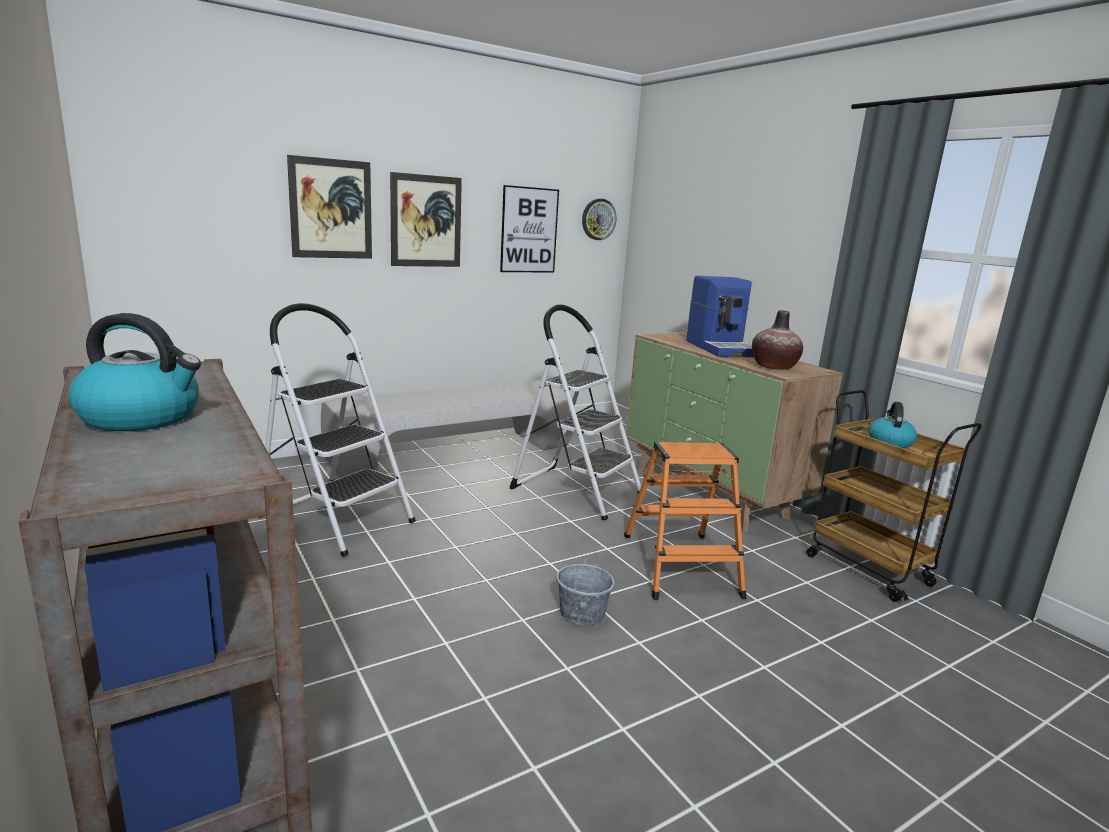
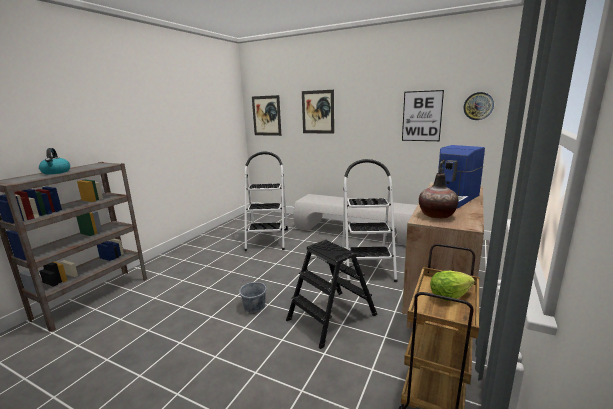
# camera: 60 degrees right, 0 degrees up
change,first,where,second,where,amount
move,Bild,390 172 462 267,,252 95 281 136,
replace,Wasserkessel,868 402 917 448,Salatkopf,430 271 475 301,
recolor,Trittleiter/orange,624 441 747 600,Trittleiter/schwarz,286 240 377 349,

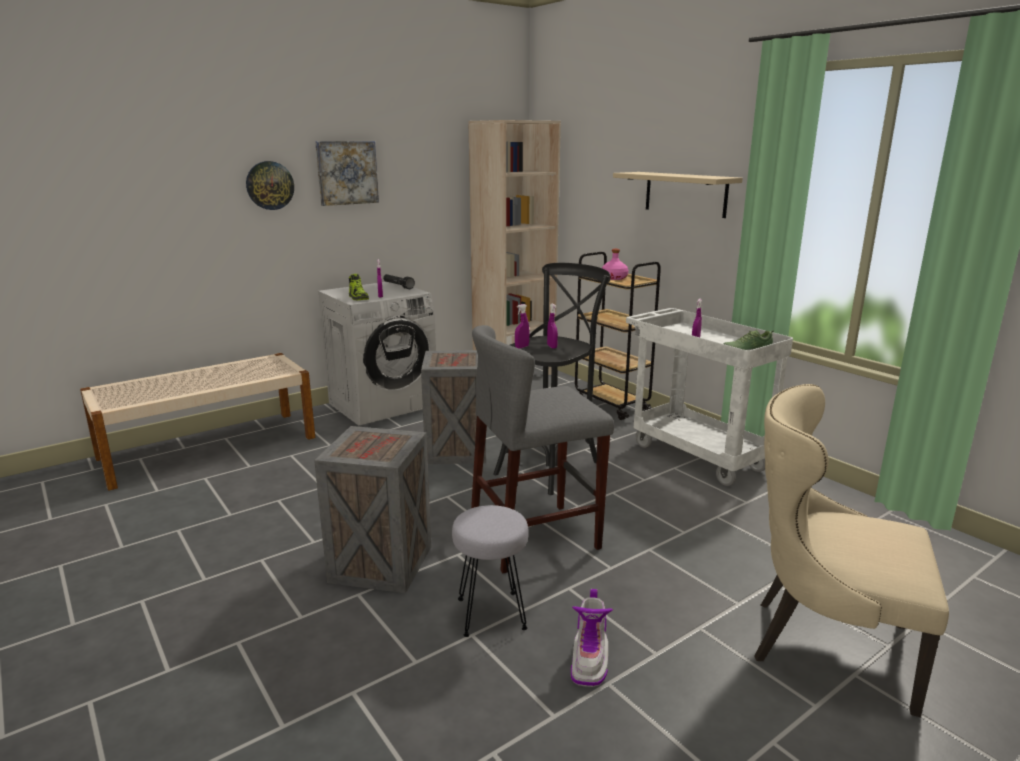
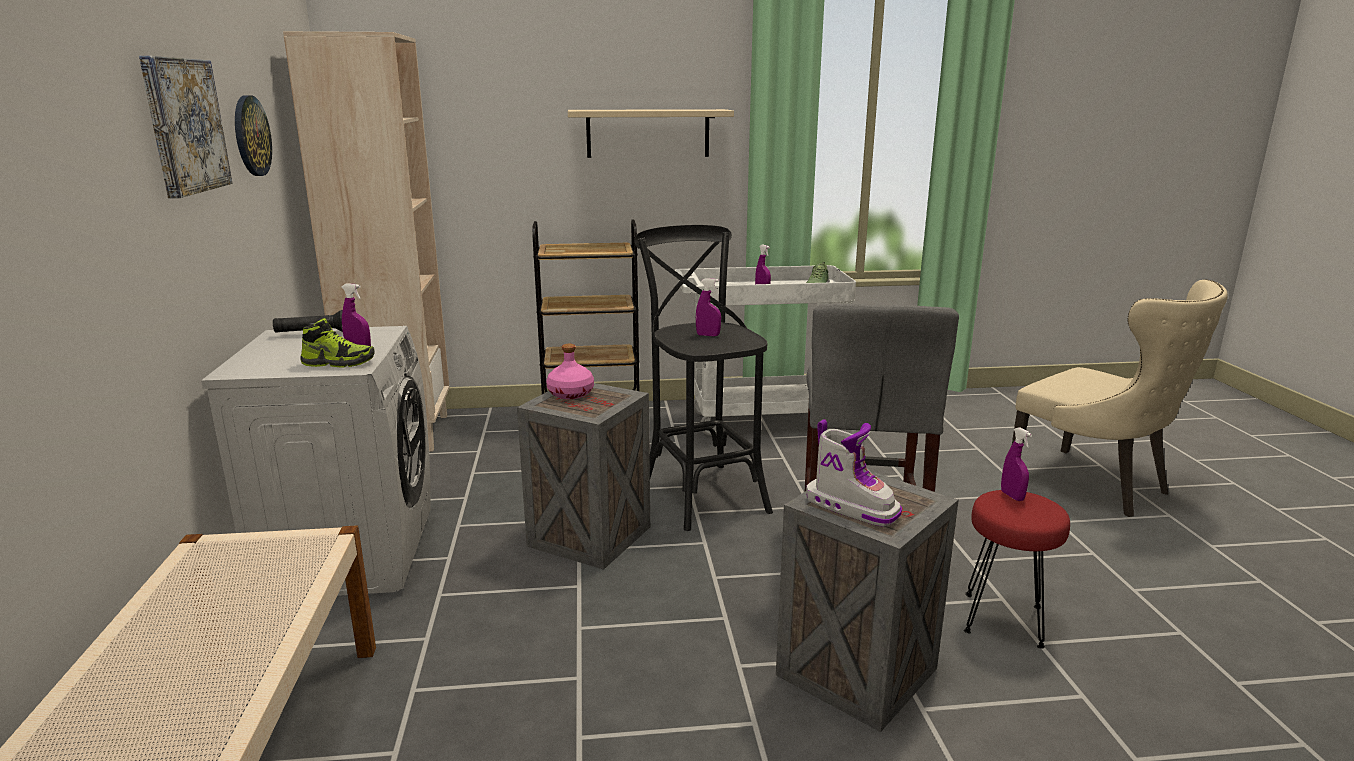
# camera: 60 degrees left, 0 degrees up
change,first,where,second,where,amount
move,Wanduhr,246 161 294 210,,235 95 272 176,
move,Flasche/rosa,602 249 629 280,,546 344 594 399,
move,Sprühflasche/lila,515 304 529 349,,1001 427 1032 501,
rotate,Stuhl/beige,754 384 949 717,,1012 279 1228 517,90 degrees counterclockwise
recolor,Hocker/grau,452 505 529 637,Hocker/rot,964 490 1070 648,
move,Stiefel,571 589 613 687,,806 419 902 527,

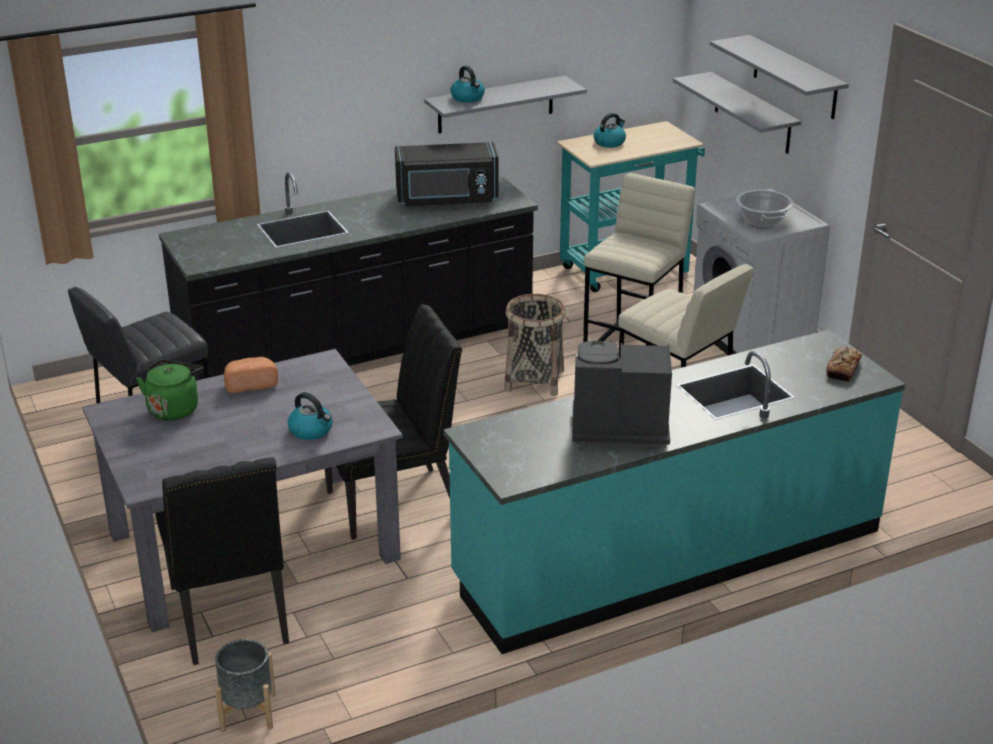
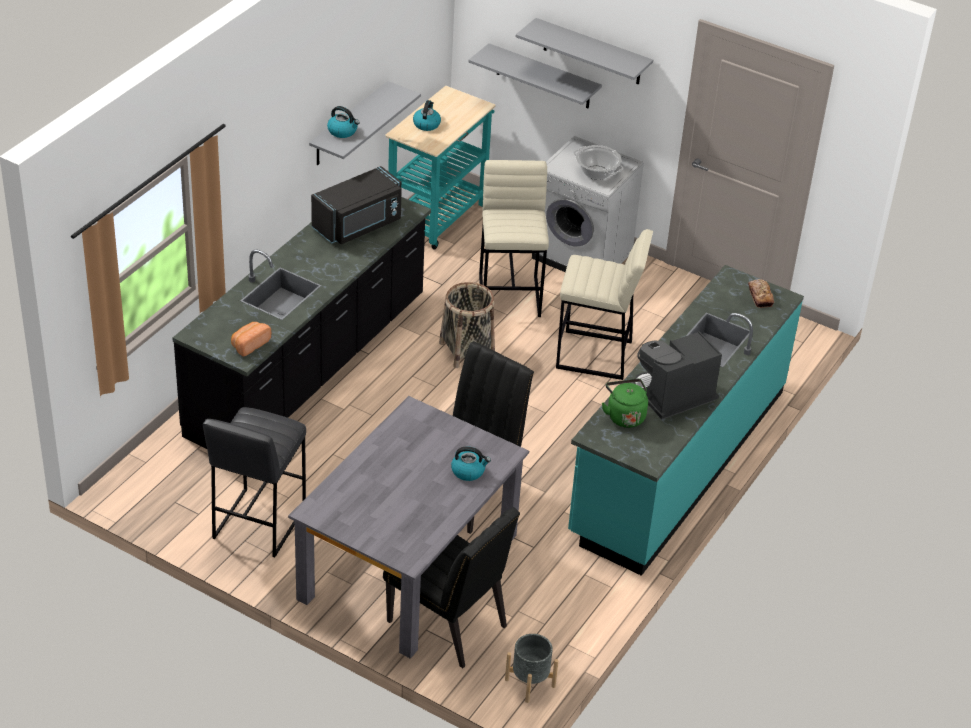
# camera: 35 degrees left, 10 degrees up
change,first,where,second,where,amount
move,Brot,224 357 278 393,,231 322 271 356,
move,Wasserkessel/grün,136 359 203 420,,602 379 648 428,

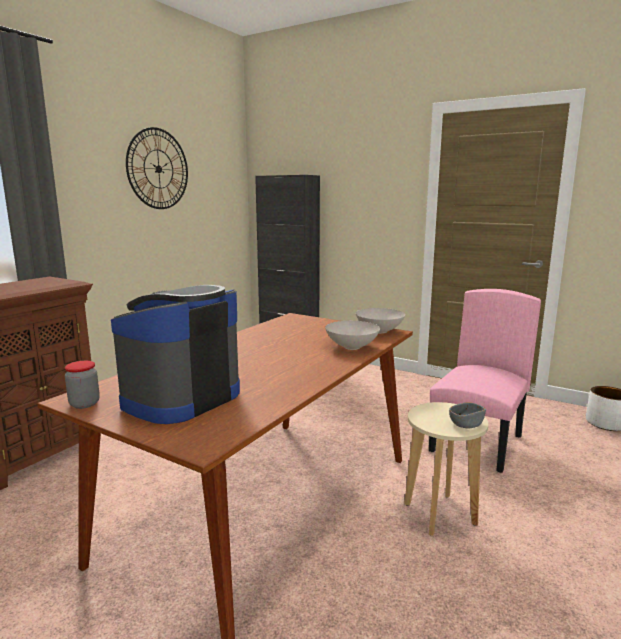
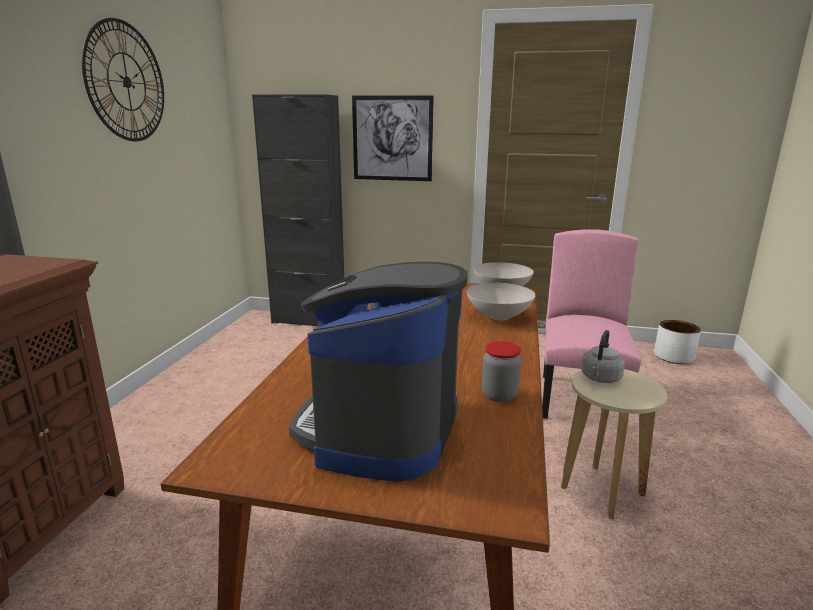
# camera: 20 degrees left, 5 degrees up
change,first,where,second,where,amount
move,Vorratsglas,65 361 100 409,,482 341 521 403,
delete,Schüssel/grau,449 402 486 429,,,
insert,,,Bild,352 95 434 181,
insert,,,Wasserkessel/grau,581 330 625 383,

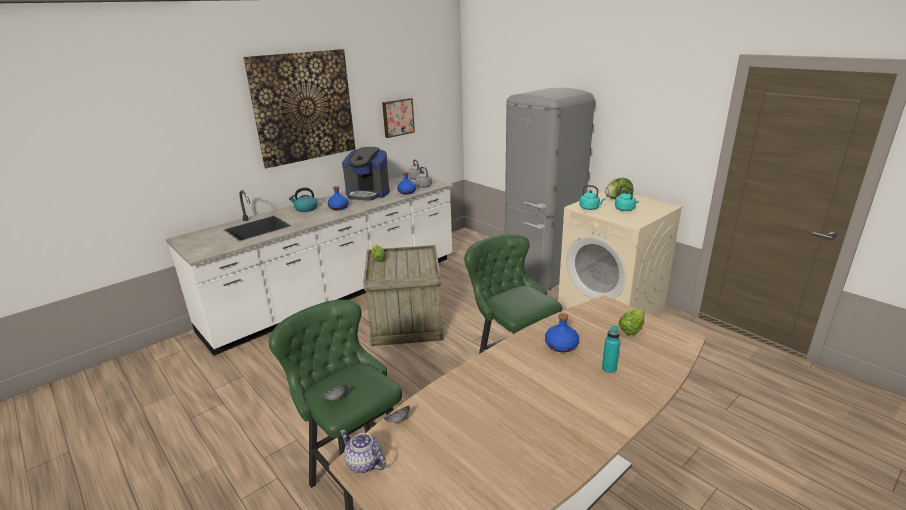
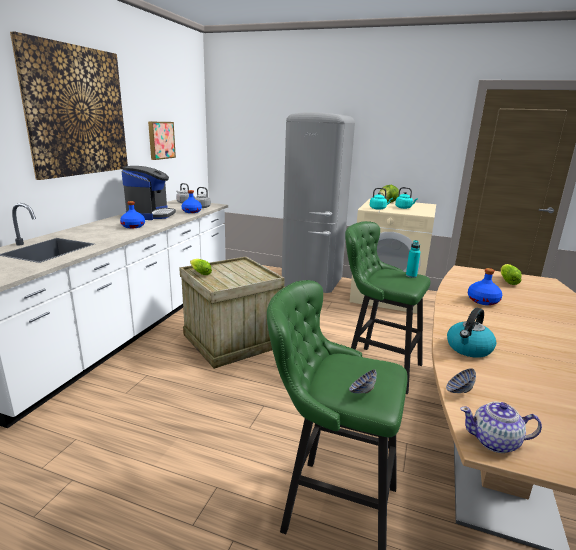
# camera: 30 degrees left, 5 degrees down
change,first,where,second,where,amount
rotate,Kaffeemaschine,342 147 390 201,,122 166 176 220,75 degrees counterclockwise
move,Wasserkessel,289 188 318 212,,447 308 496 358,
move,Flasche/türkis,602 326 620 373,,406 240 420 278,

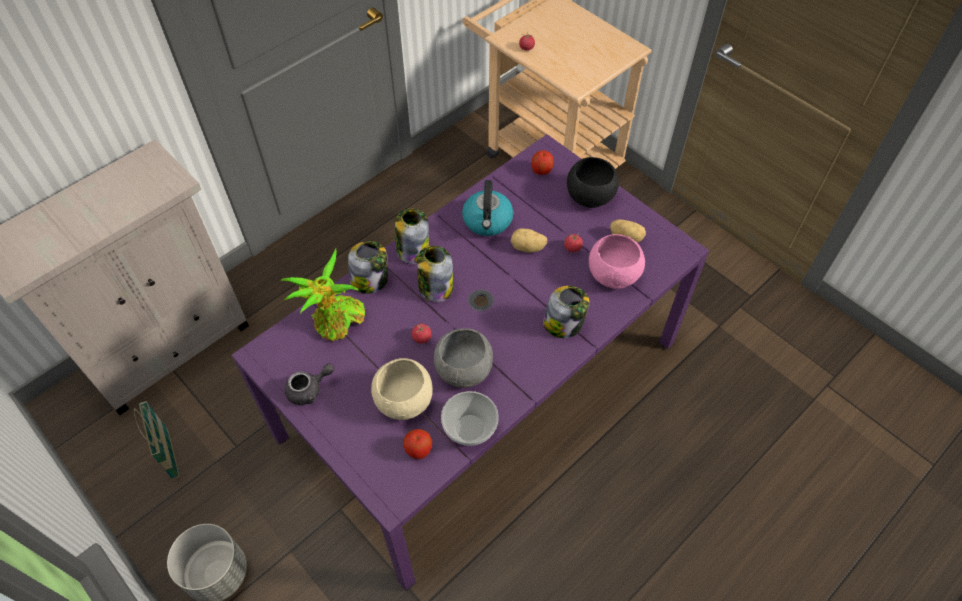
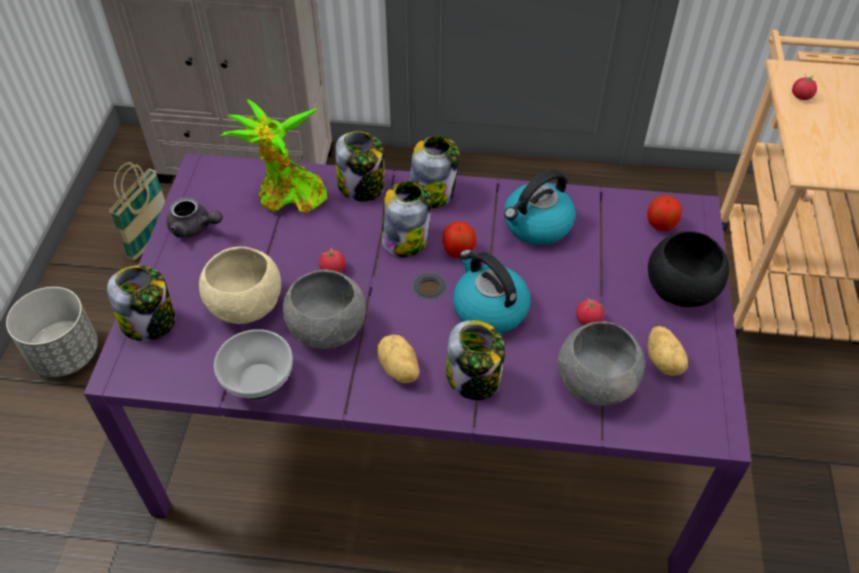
# camera: 50 degrees right, 5 degrees down
change,first,where,second,where,amount
move,Kartoffel,511 228 547 253,,377 334 420 384,
recolor,Schüssel/rosa,589 234 645 289,Schüssel/grau,558 321 645 406,
move,Apfel,404 429 432 459,,442 221 476 258,
insert,,,Wasserkessel,453 250 530 334,
insert,,,Vorratsglas,107 266 176 341,

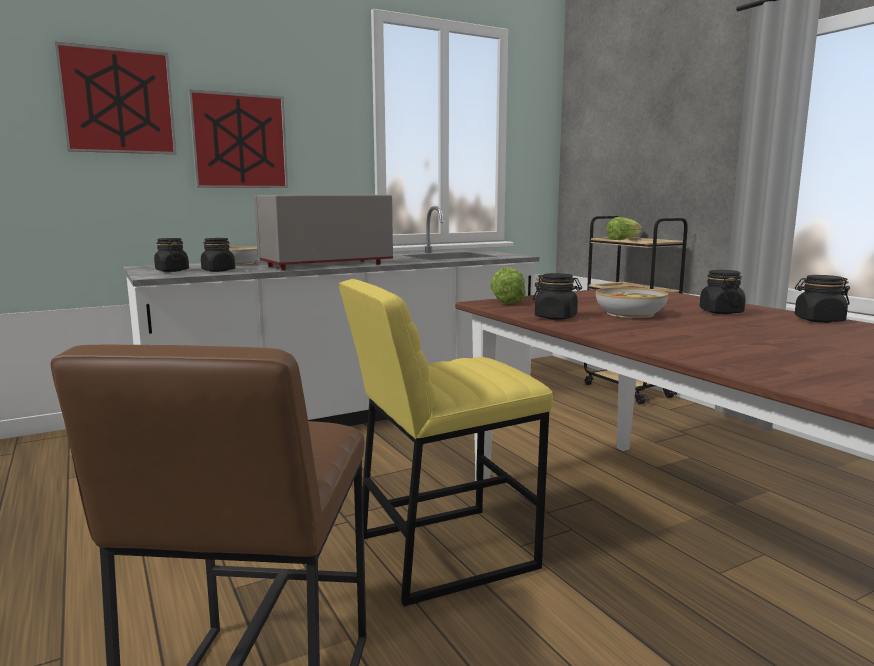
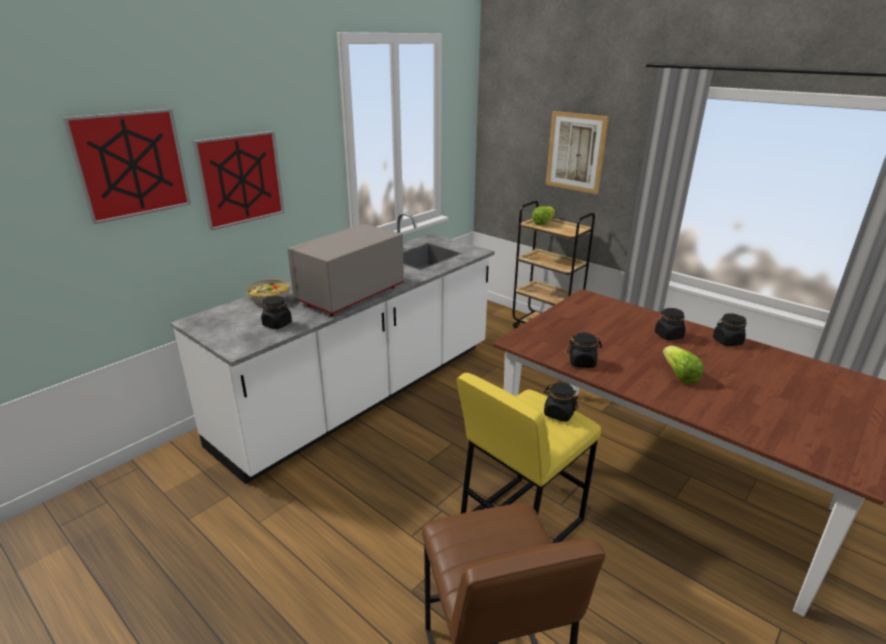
# camera: 20 degrees left, 15 degrees up
change,first,where,second,where,amount
move,Vorratsglas/schwarz,154 238 189 272,,544 382 578 422,
move,Salatkopf,490 267 526 304,,663 346 704 384,
delete,Schüssel,596 287 668 318,,,
insert,,,Bild,546 111 609 194,

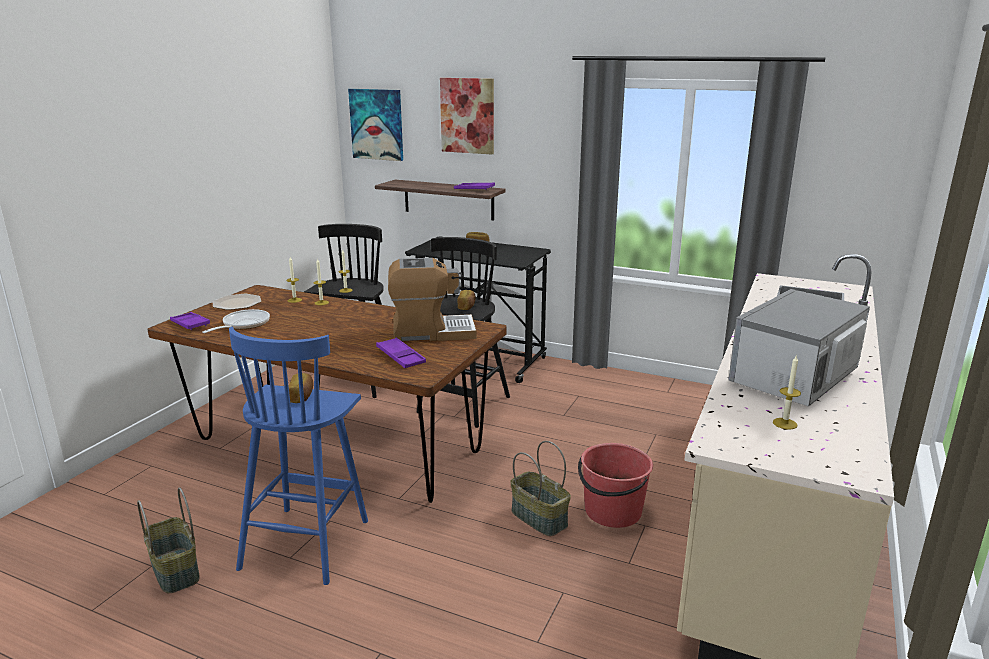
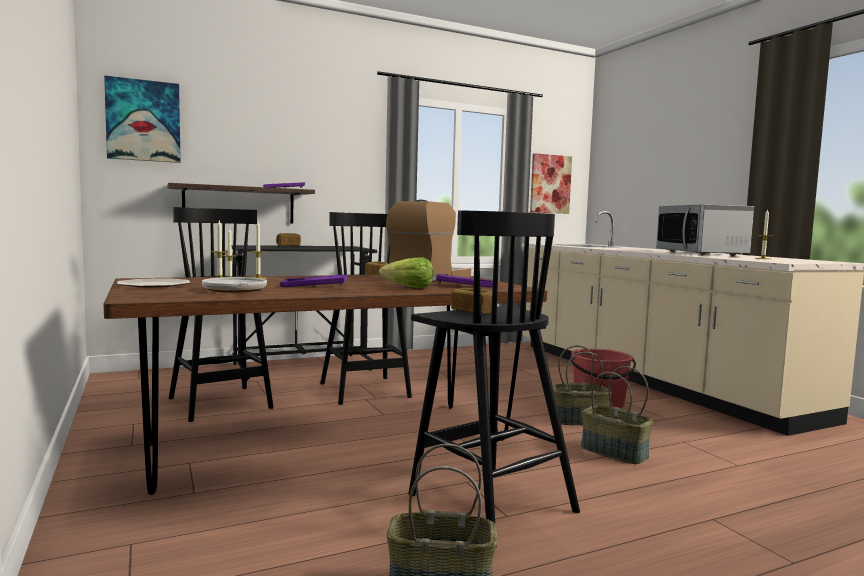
# camera: 50 degrees left, 15 degrees down
change,first,where,second,where,amount
move,Bild,440 78 494 155,,530 153 572 214,
move,Tablett/lila,170 312 210 330,,280 274 347 287,
recolor,Hocker/blau,229 326 368 585,Hocker/schwarz,408 210 580 547,
insert,,,Salatkopf,379 258 433 288,
insert,,,Korb,581 366 653 464,

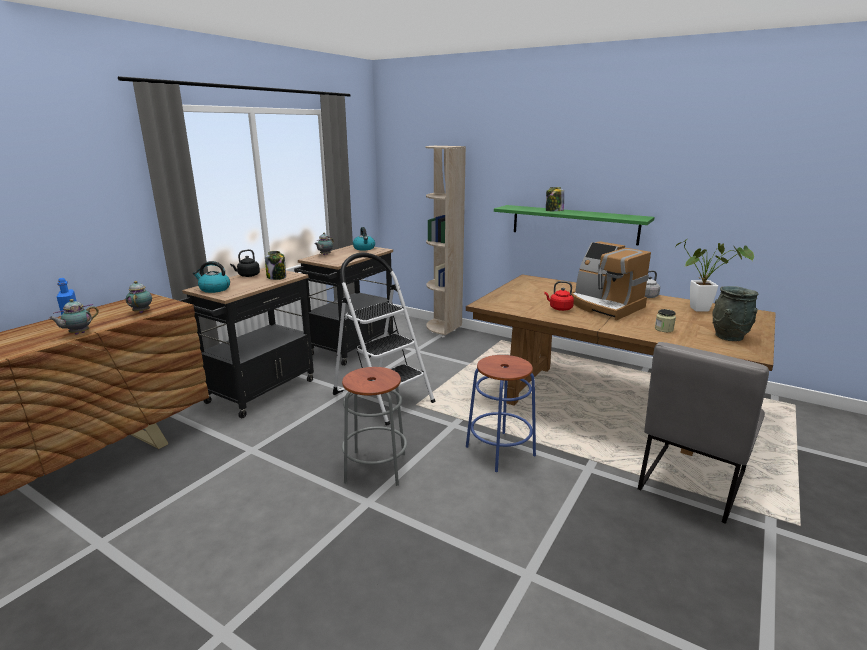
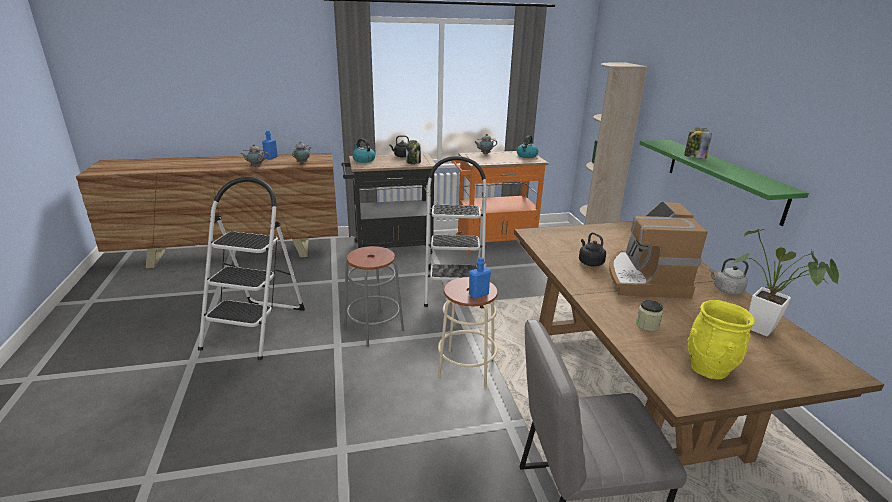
# camera: 45 degrees right, 5 degrees up
change,first,where,second,where,amount
recolor,Rollwagen/schwarz,294 245 393 366,Rollwagen/orange,451 151 548 253,
recolor,Wasserkessel/rot,544 281 574 311,Wasserkessel/schwarz,579 232 606 267,
recolor,Vase/grau,712 286 758 341,Vase/gelb,688 300 755 379,
recolor,Hocker/blau,466 355 536 472,Hocker/beige,437 277 498 388,
insert,,,Trittleiter,198 177 305 360,
insert,,,Flasche/blau,469 257 491 299,

